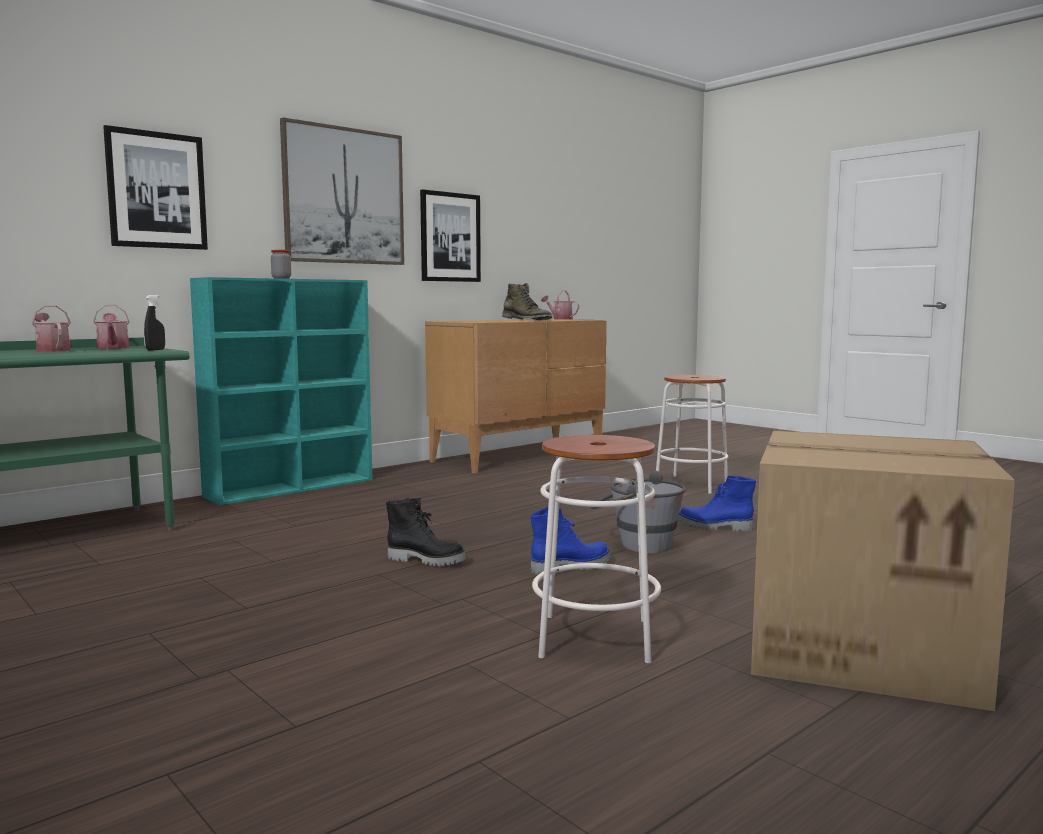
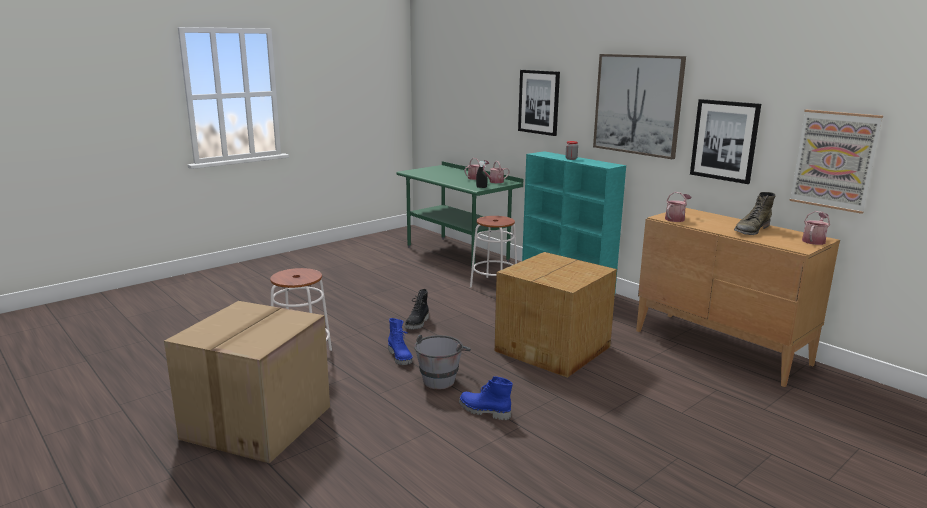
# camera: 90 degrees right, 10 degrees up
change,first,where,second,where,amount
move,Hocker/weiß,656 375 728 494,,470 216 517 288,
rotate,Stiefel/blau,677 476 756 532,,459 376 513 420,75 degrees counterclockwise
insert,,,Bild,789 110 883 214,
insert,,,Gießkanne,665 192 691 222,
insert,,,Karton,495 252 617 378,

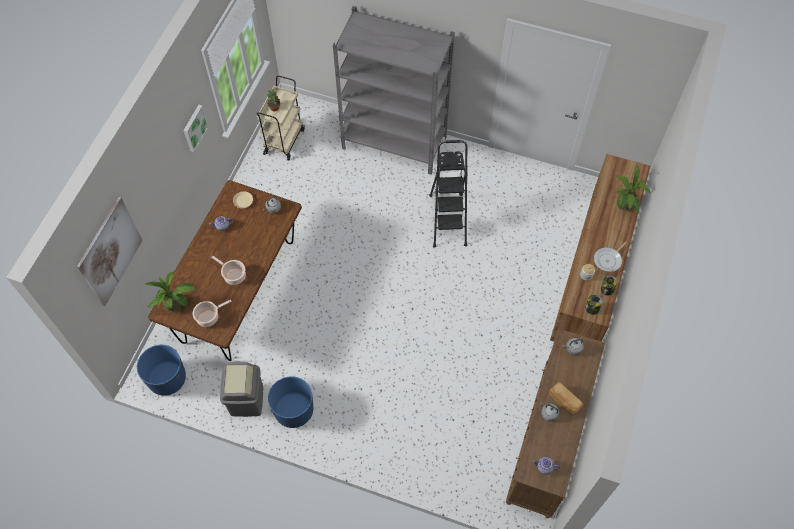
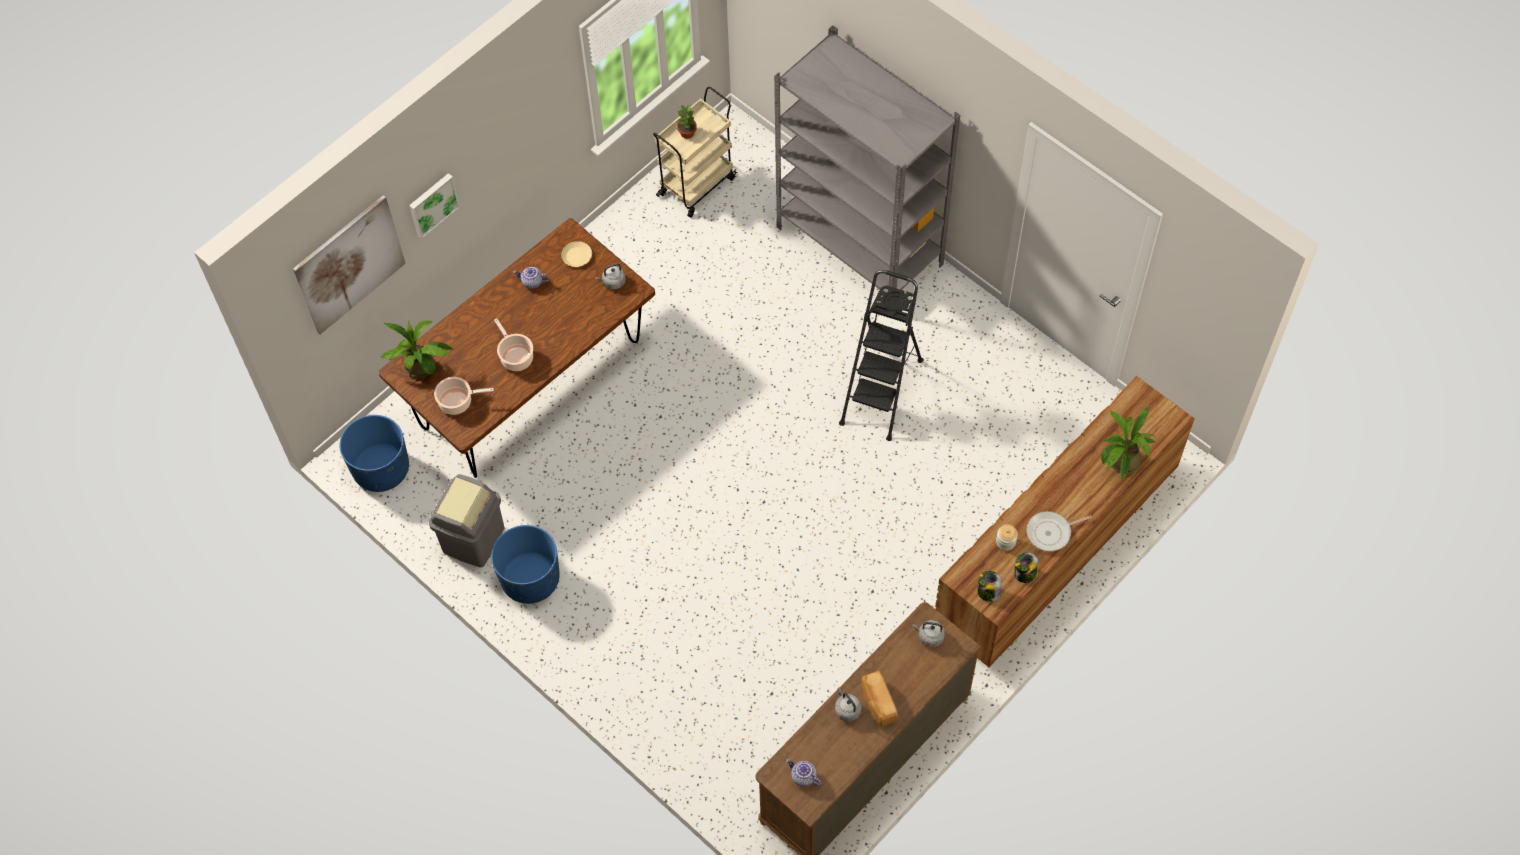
# camera: 25 degrees right, 0 degrees up
change,first,where,second,where,amount
move,Bild,183 105 209 152,,409 173 460 239,

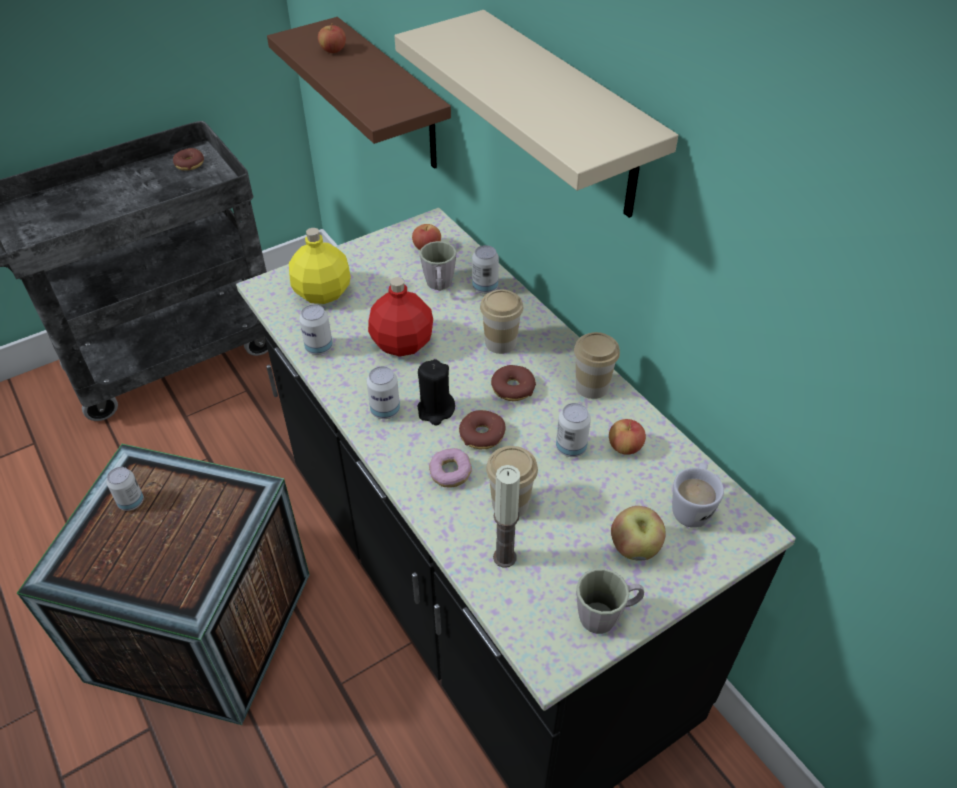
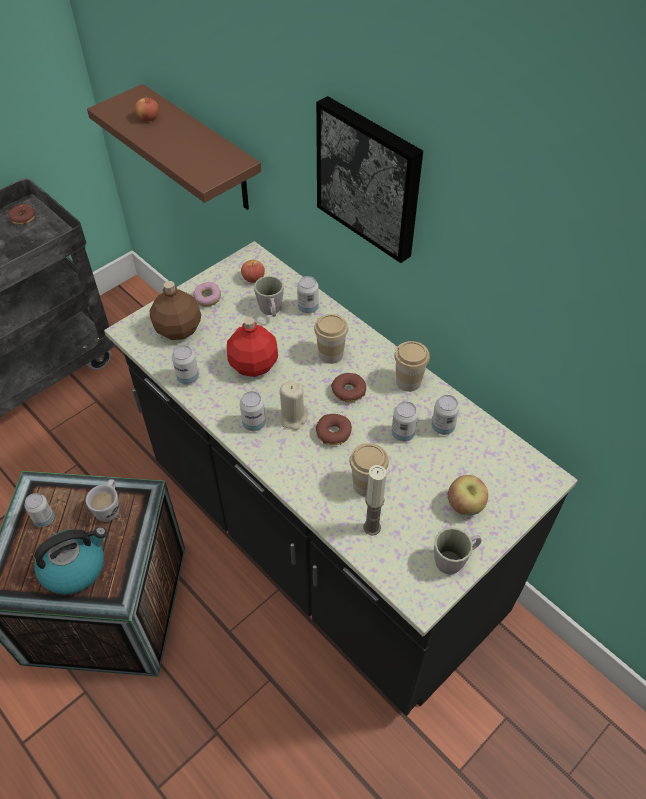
# camera: 10 degrees left, 5 degrees up
change,first,where,second,where,amount
replace,Wandregal/beige,394 10 678 218,Bild,316 96 423 263,
recolor,Flasche/gelb,289 228 351 304,Flasche/braun,149 281 201 340,
recolor,Kerze/schwarz,417 359 455 426,Kerze/beige,279 380 308 430,
replace,Apfel,609 419 646 455,Dose,431 395 459 435,
move,Donut,429 448 472 488,,193 282 221 307,
move,Henkelbecher/weiß,672 462 724 528,,86 479 119 522,
insert,,,Wasserkessel,34 527 107 595,

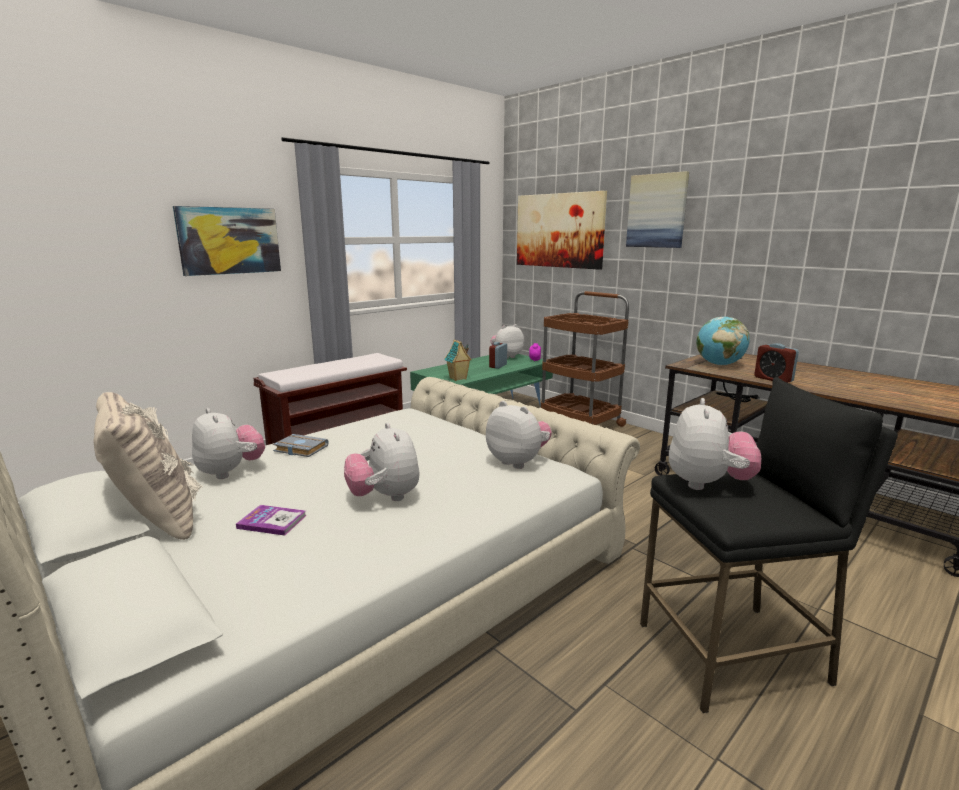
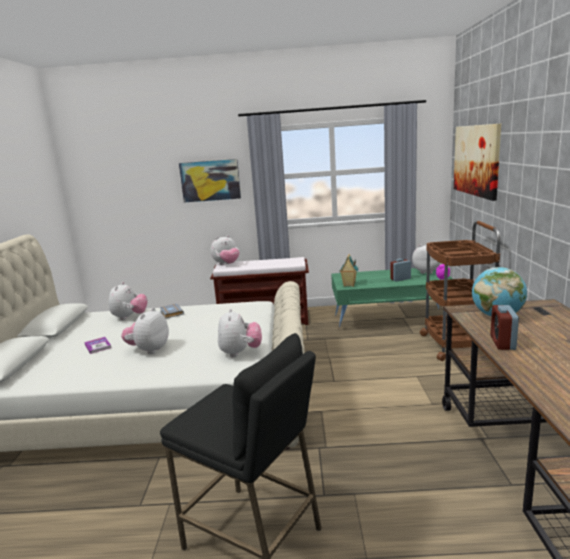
# camera: 45 degrees right, 0 degrees up
change,first,where,second,where,amount
delete,Bild,626 171 689 248,,,
delete,Kissen/beige,93 392 203 540,,,
move,Plüschtier,669 398 761 490,,211 235 239 265,

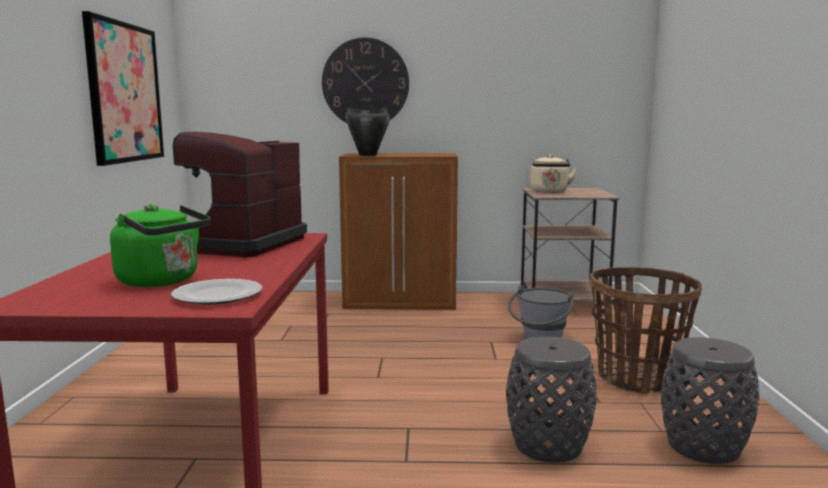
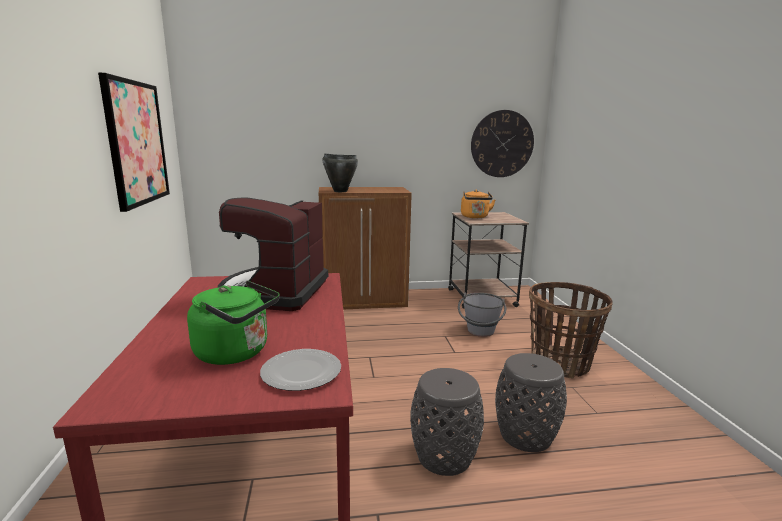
# camera: 10 degrees left, 5 degrees up
change,first,where,second,where,amount
move,Wanduhr,322 37 409 123,,471 110 534 177,
recolor,Wasserkessel/beige,530 155 577 193,Wasserkessel/orange,461 190 495 218,
move,Hocker/grau,661 337 759 464,,410 368 484 476,

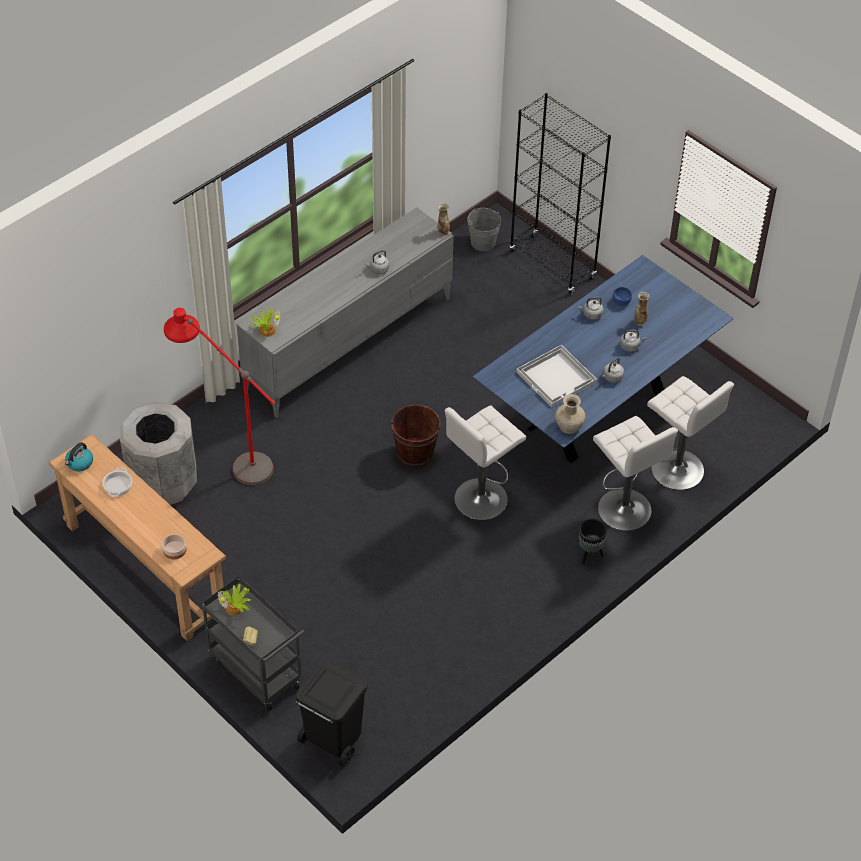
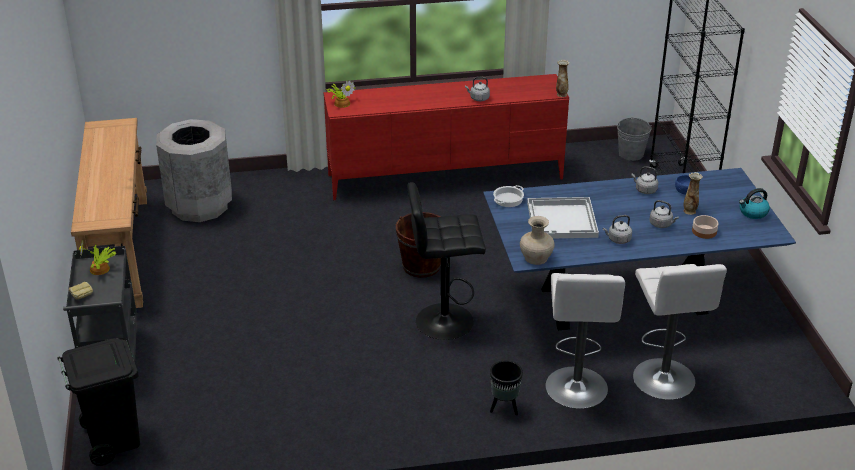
# camera: 35 degrees right, 15 degrees down
change,first,where,second,where,amount
recolor,Schrank/grau,236 207 454 418,Schrank/rot,323 74 569 200,
delete,Stehlampe/rot,164 308 275 485,,,
recolor,Hocker/weiß,445 405 526 520,Hocker/schwarz,407 182 486 340,
move,Wasserkessel,65 442 93 471,,739 188 770 219,
move,Kochtopf,103 467 132 496,,493 185 524 207,
move,Schüssel,162 534 186 559,,692 215 719 239,

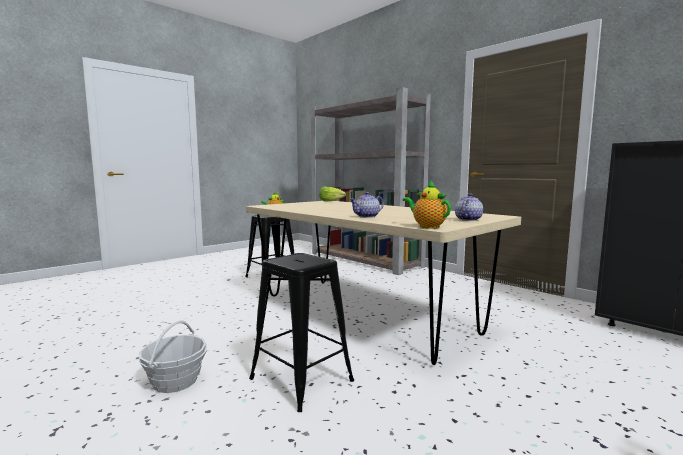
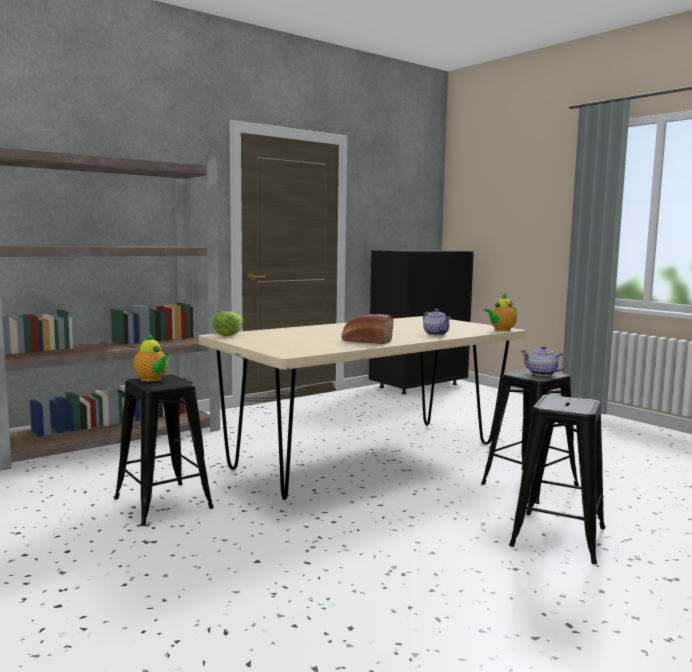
# camera: 85 degrees left, 0 degrees up
change,first,where,second,where,amount
move,Teekanne,455 193 483 221,,521 346 567 376,
replace,Korb,139 320 207 393,Hocker/schwarz,509 395 605 564,
insert,,,Brot,341 314 393 344,

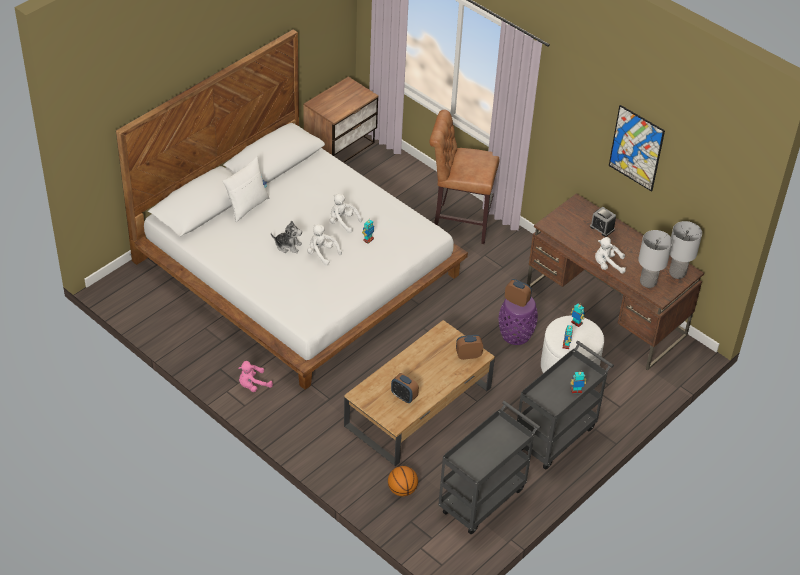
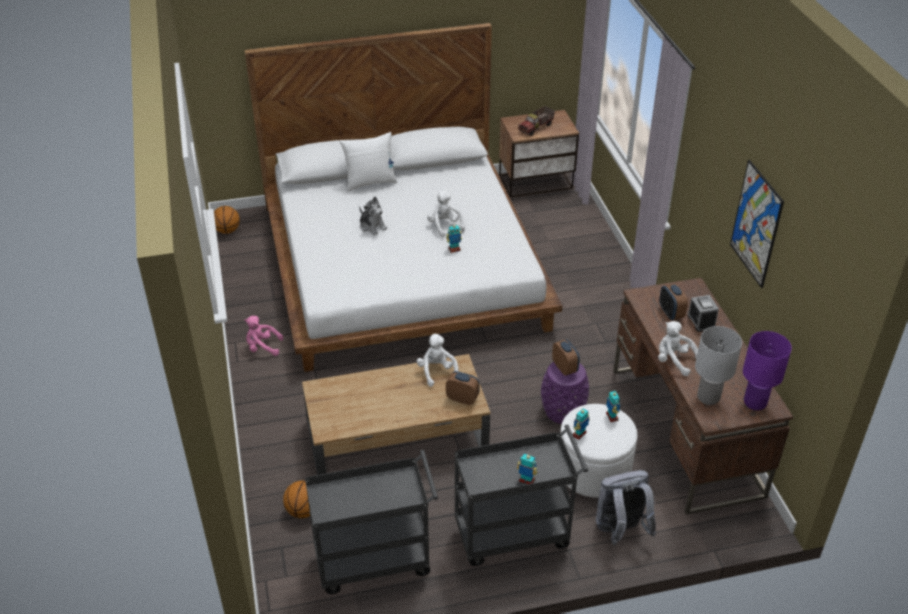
# camera: 35 degrees right, 5 degrees down
change,first,where,second,where,amount
delete,Hocker/braun,429 110 500 244,,,
recolor,Tischlampe/grau,669 221 702 279,Tischlampe/lila,743 331 792 411,
move,Plüschtier/weiß,307 224 342 266,,416 333 458 387,
move,Wecker,391 373 419 403,,659 283 688 320,
insert,,,Spielzeuglaster,518 106 555 136,
insert,,,Basketball,214 206 240 234,
insert,,,Rucksack/grau,596 470 657 545,

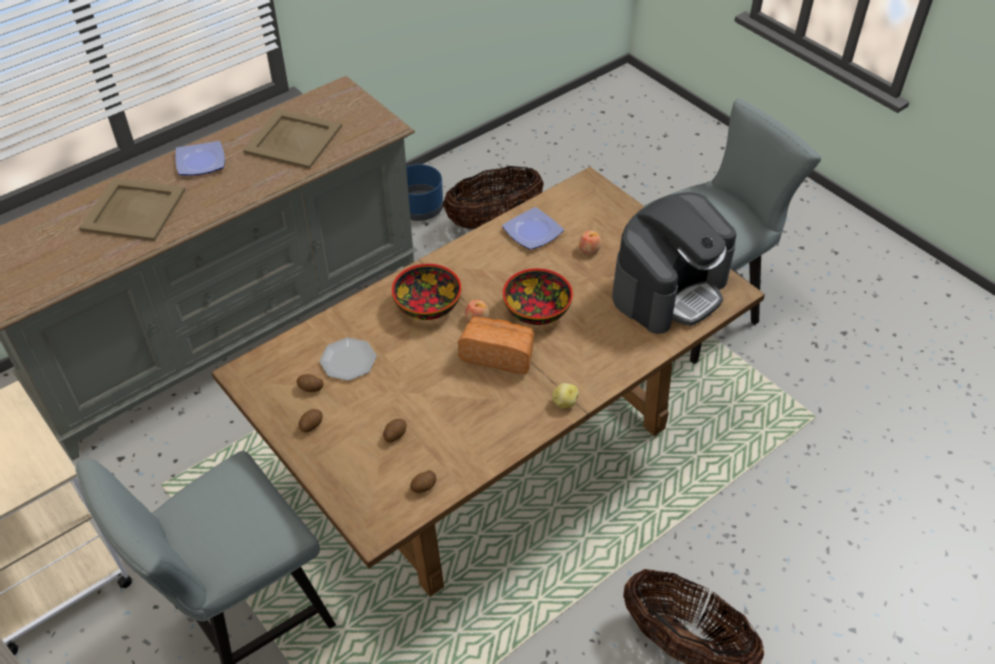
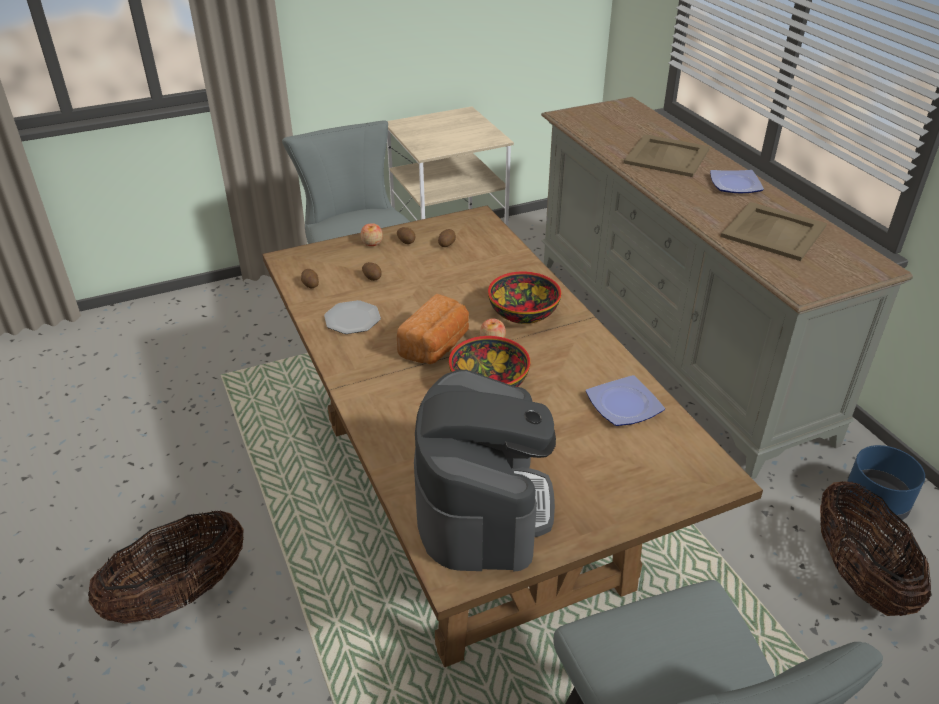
# camera: 105 degrees right, 10 degrees down
change,first,where,second,where,amount
rotate,Kaffeemaschine,612 192 736 334,,414 370 556 572,150 degrees counterclockwise
move,Apfel,579 231 601 255,,361 223 383 246,
move,Teller,320 338 377 381,,324 300 381 334,
delete,Kartoffel,552 383 579 408,,,

